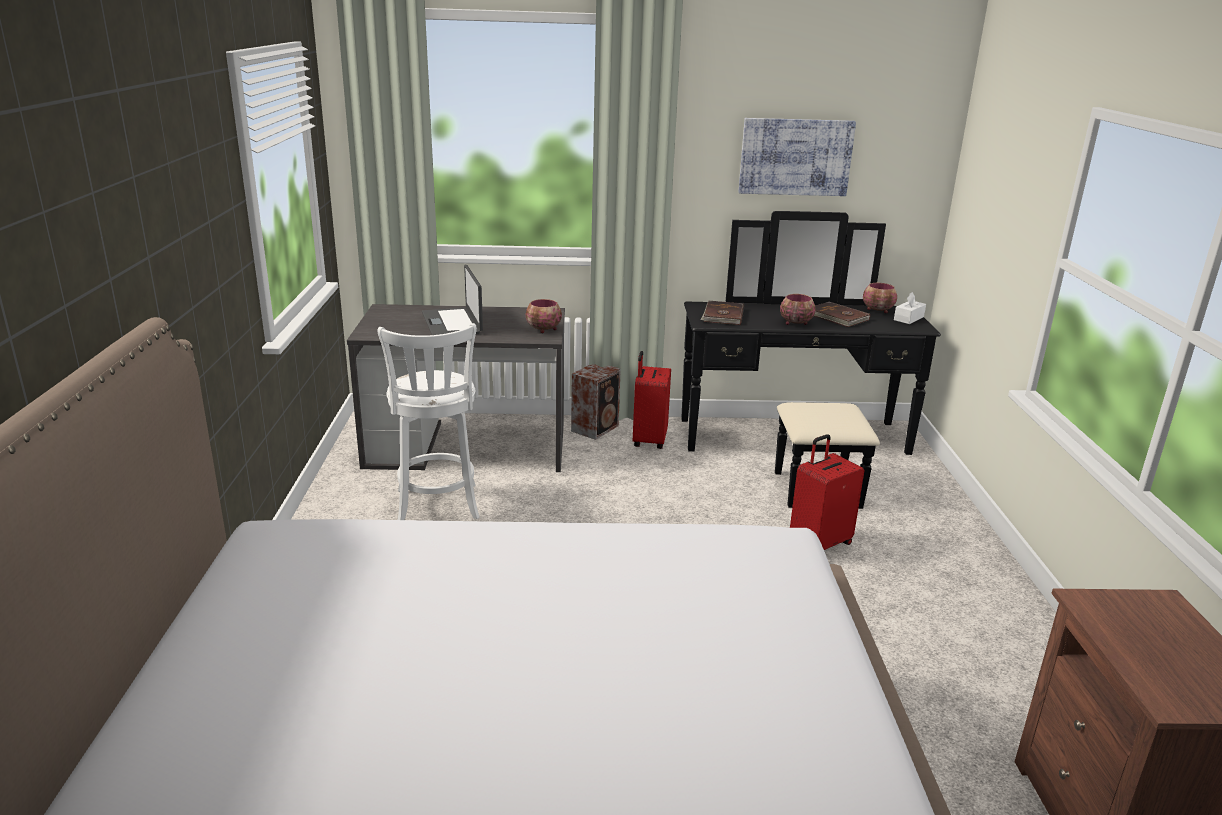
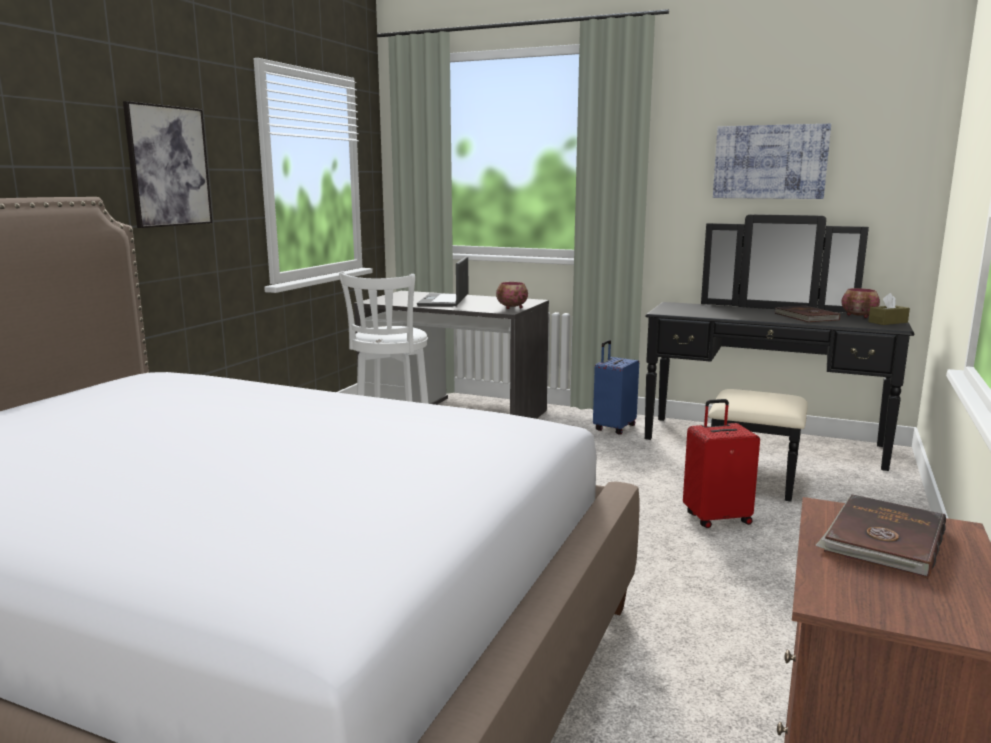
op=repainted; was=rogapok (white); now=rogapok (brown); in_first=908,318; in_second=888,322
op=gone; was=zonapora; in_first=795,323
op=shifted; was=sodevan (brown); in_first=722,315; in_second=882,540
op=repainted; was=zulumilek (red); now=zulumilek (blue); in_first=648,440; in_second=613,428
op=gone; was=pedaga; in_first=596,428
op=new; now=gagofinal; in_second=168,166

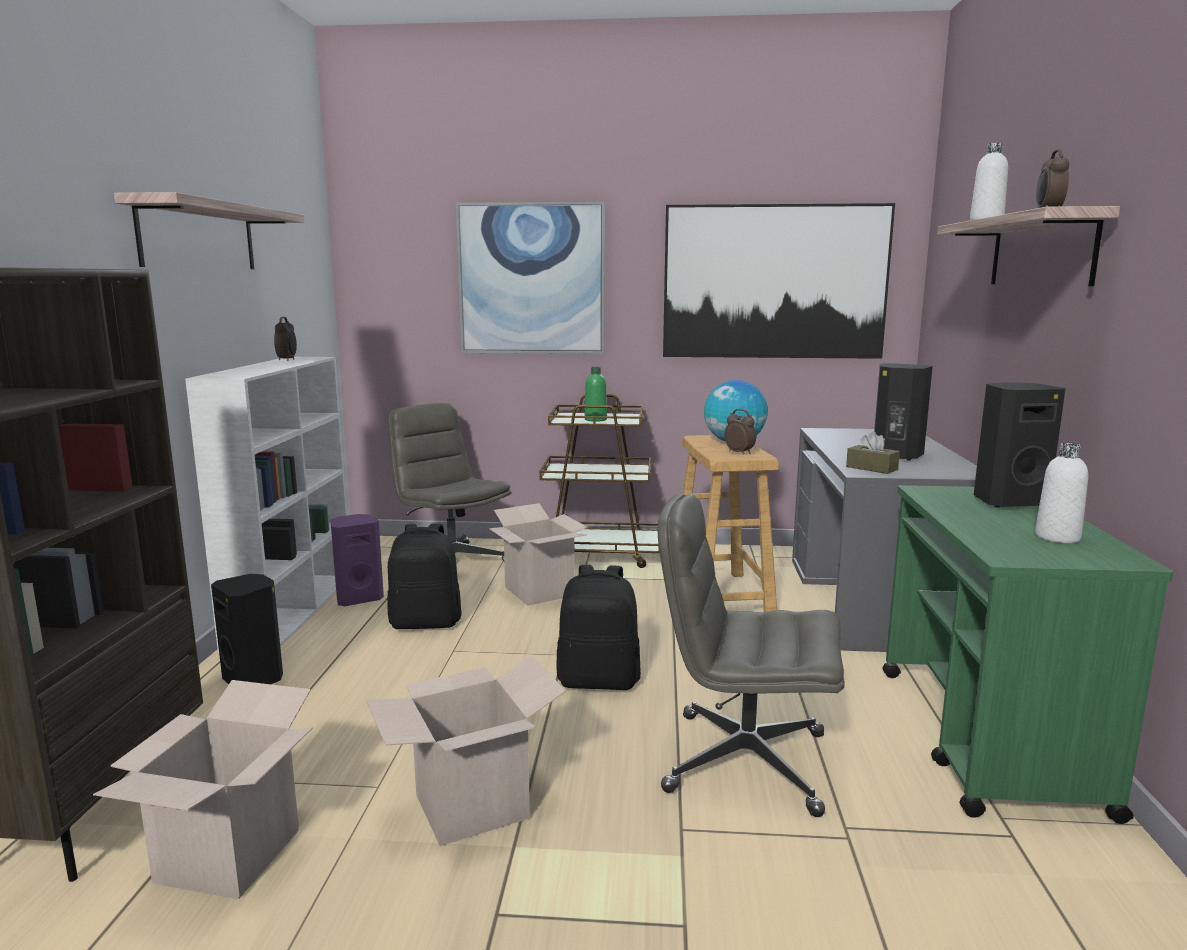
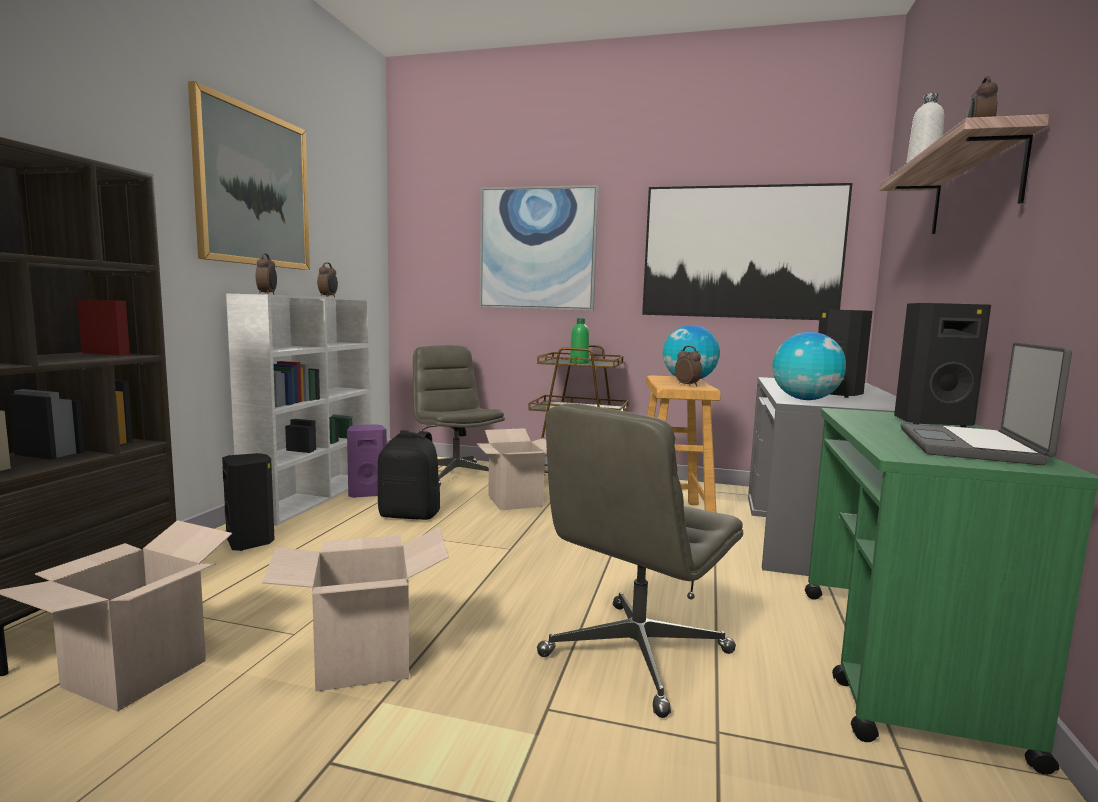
op=swapped; was=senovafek; now=gagofinal; in_first=199,237; in_second=254,188
op=swapped; was=rogapok (brown); now=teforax; in_first=871,468; in_second=805,399
op=swapped; was=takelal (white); now=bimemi; in_first=1057,537; in_second=971,447
op=rotated; was=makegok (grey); in_first=743,762; in_second=635,655; clockwise=-75
op=gone; was=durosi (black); in_first=599,680
op=new; now=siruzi; in_second=267,294

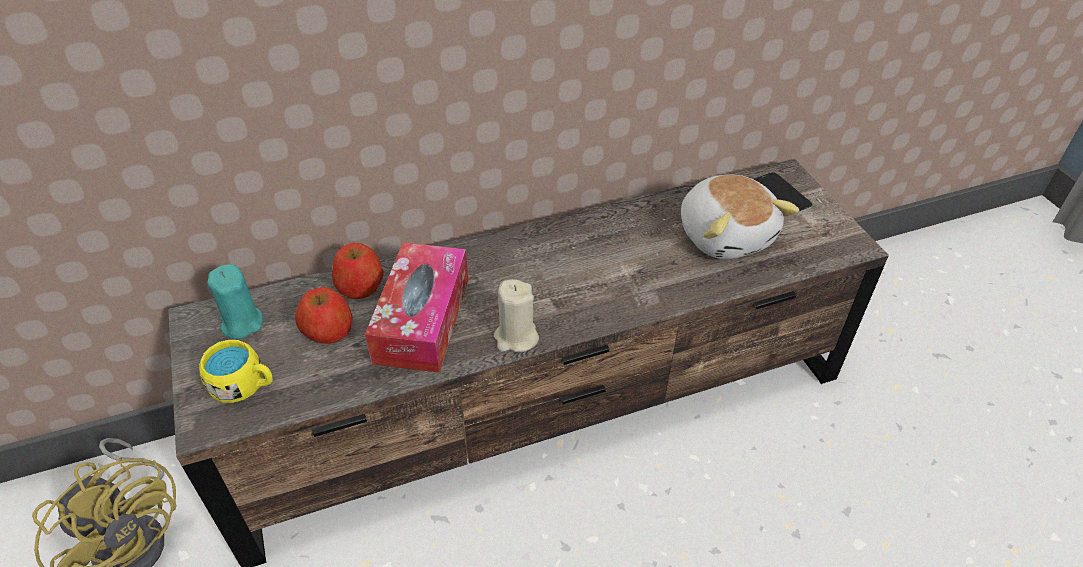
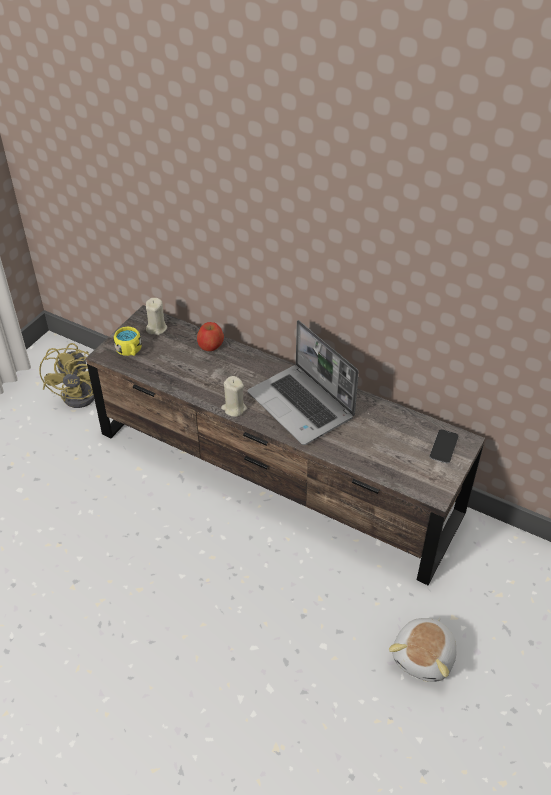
op=shifted; was=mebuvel; in_first=726,235; in_second=424,657
op=gone; was=rogapok; in_first=422,319
op=repainted; was=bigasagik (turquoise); now=bigasagik (beige); in_first=241,323; in_second=156,328
op=gone; was=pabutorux; in_first=328,330
op=new; now=bimemi; in_second=302,406

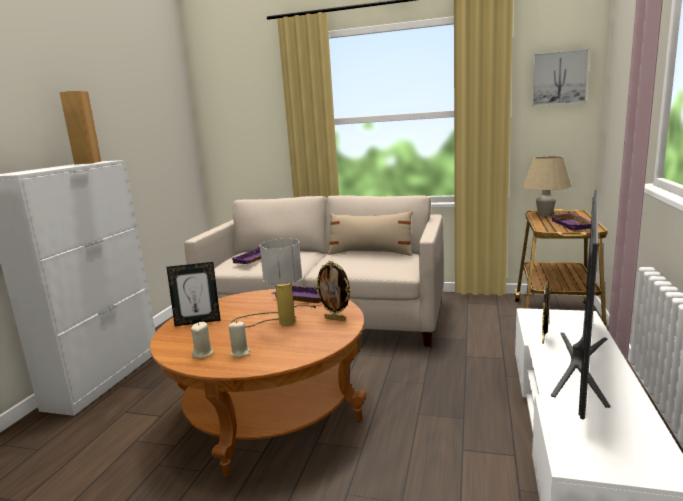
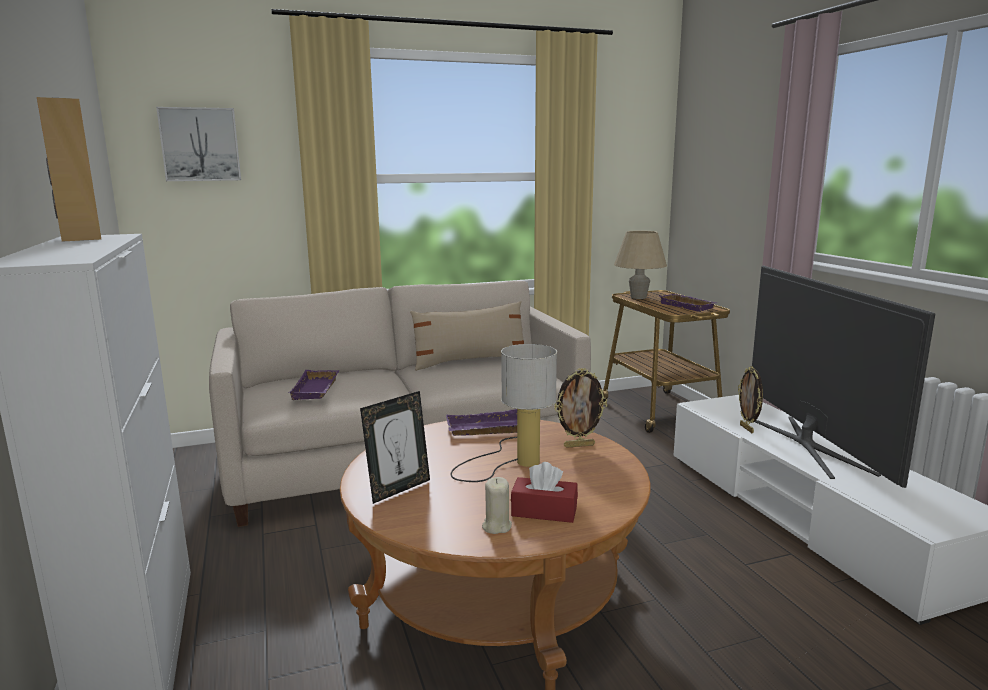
op=shifted; was=gagofinal; in_first=559,78; in_second=200,144
op=swapped; was=bigasagik (beige); now=rogapok (red); in_first=240,353; in_second=544,511

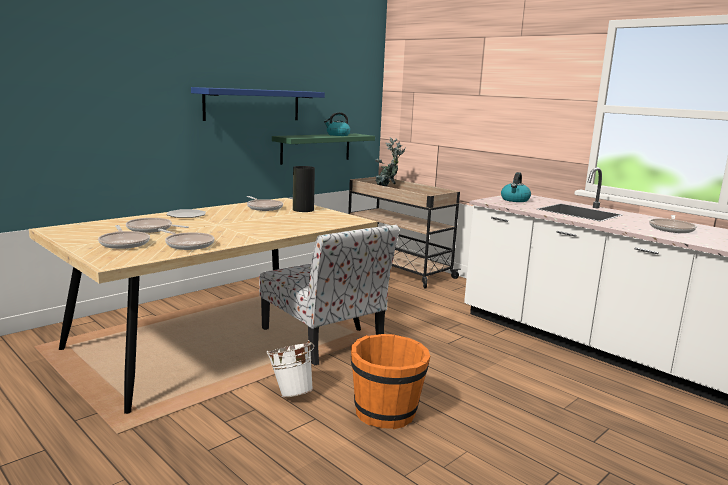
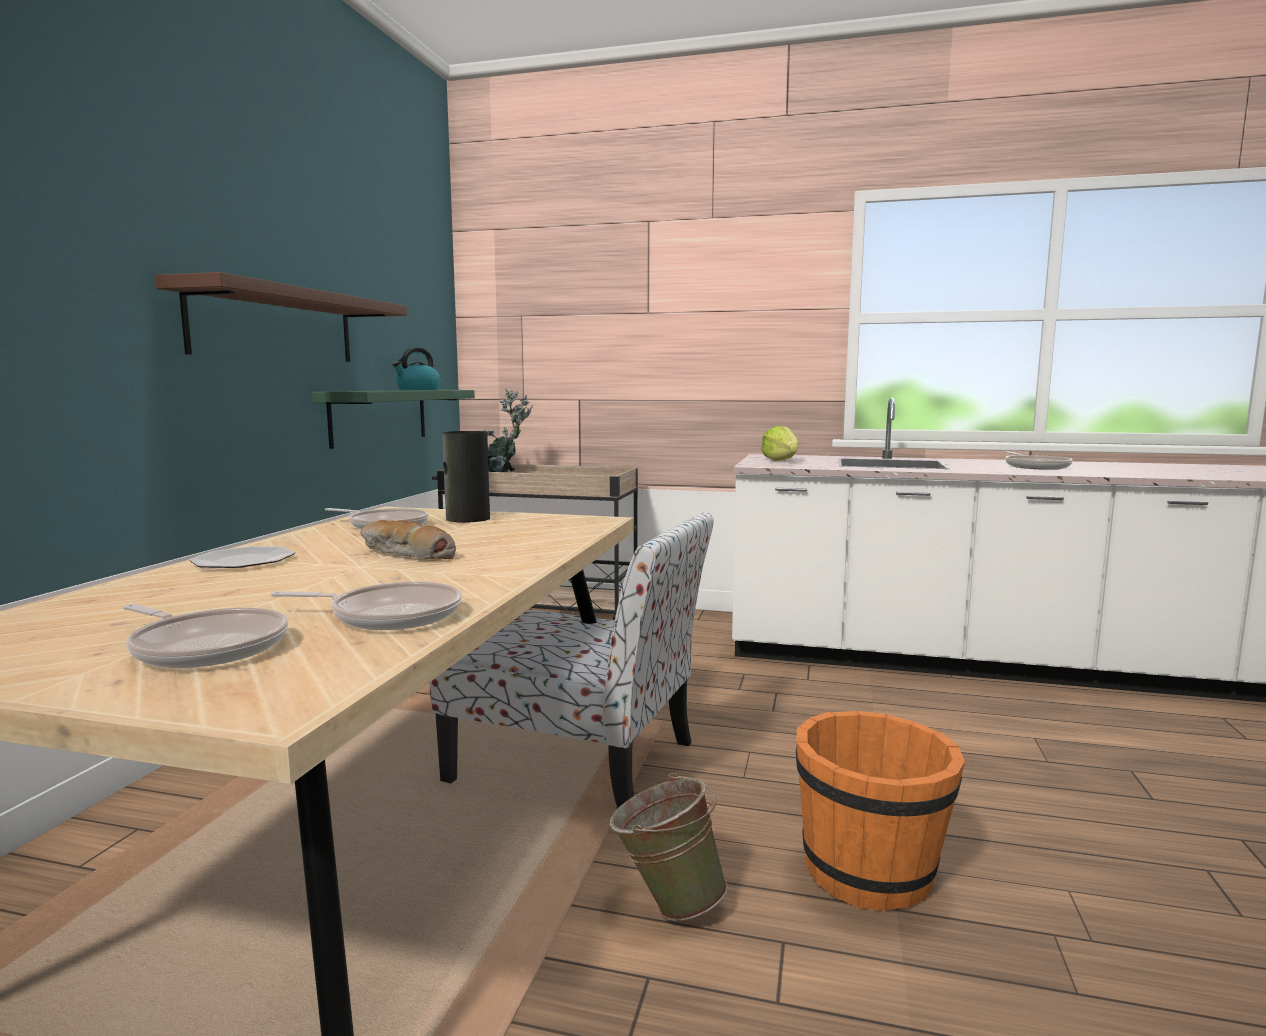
op=repainted; was=senovafek (blue); now=senovafek (brown); in_first=253,105; in_second=276,326
op=swapped; was=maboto; now=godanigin; in_first=515,200; in_second=781,460
op=gone; was=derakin; in_first=152,229
op=repainted; was=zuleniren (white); now=zuleniren (green); in_first=291,392; in_second=667,902
op=new; now=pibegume; in_second=405,554

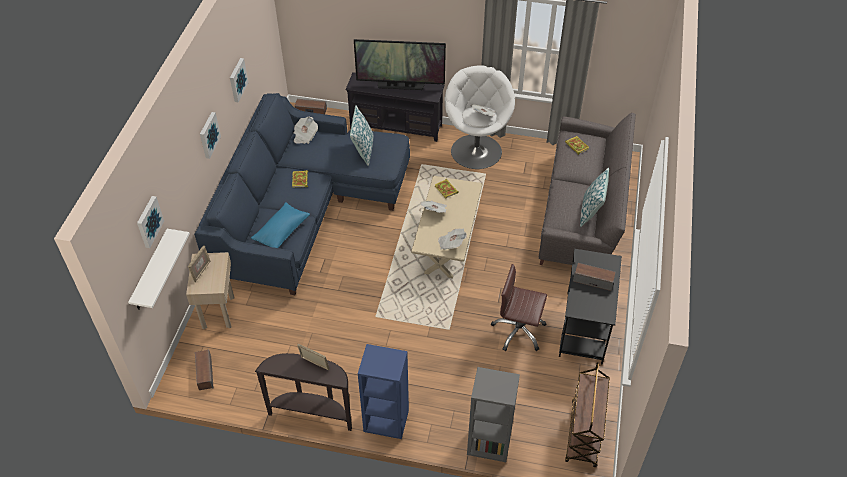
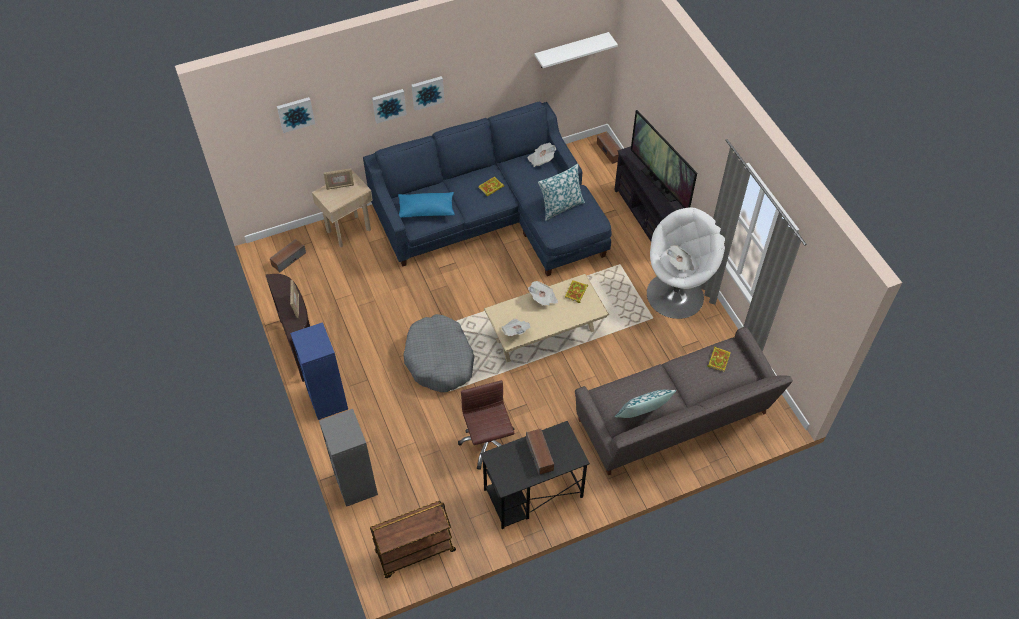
op=shifted; was=gagofinal; in_first=237,80; in_second=388,105
op=shifted; was=senovafek (white); in_first=150,271; in_second=571,50
op=new; now=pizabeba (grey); in_second=439,360

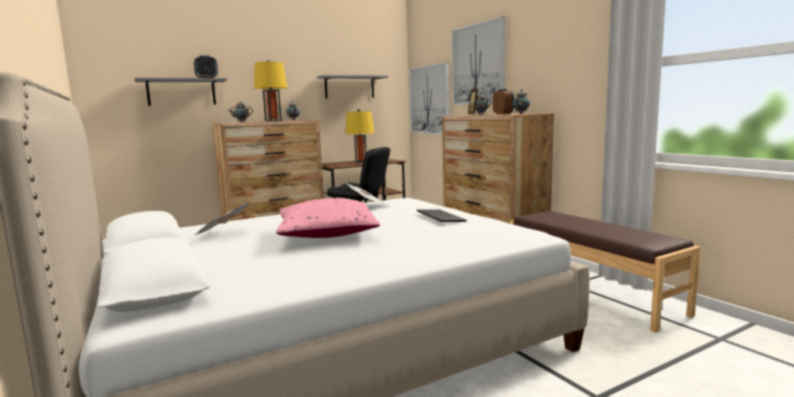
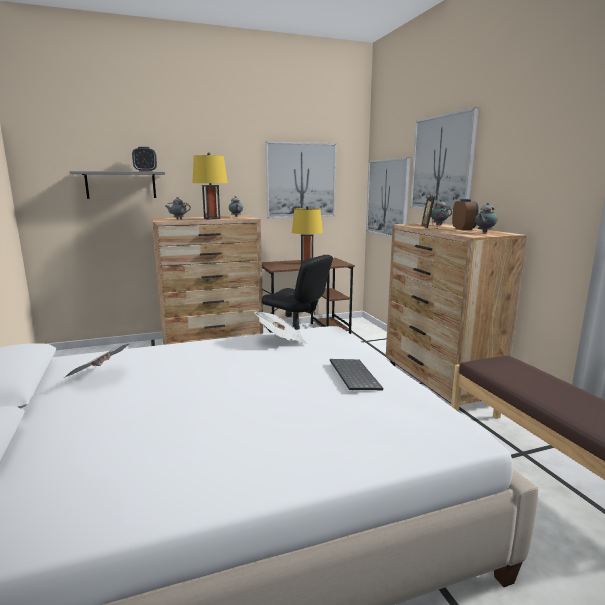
op=swapped; was=senovafek (grey); now=gagofinal; in_first=349,87; in_second=301,180
op=gone; was=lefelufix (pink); in_first=327,234

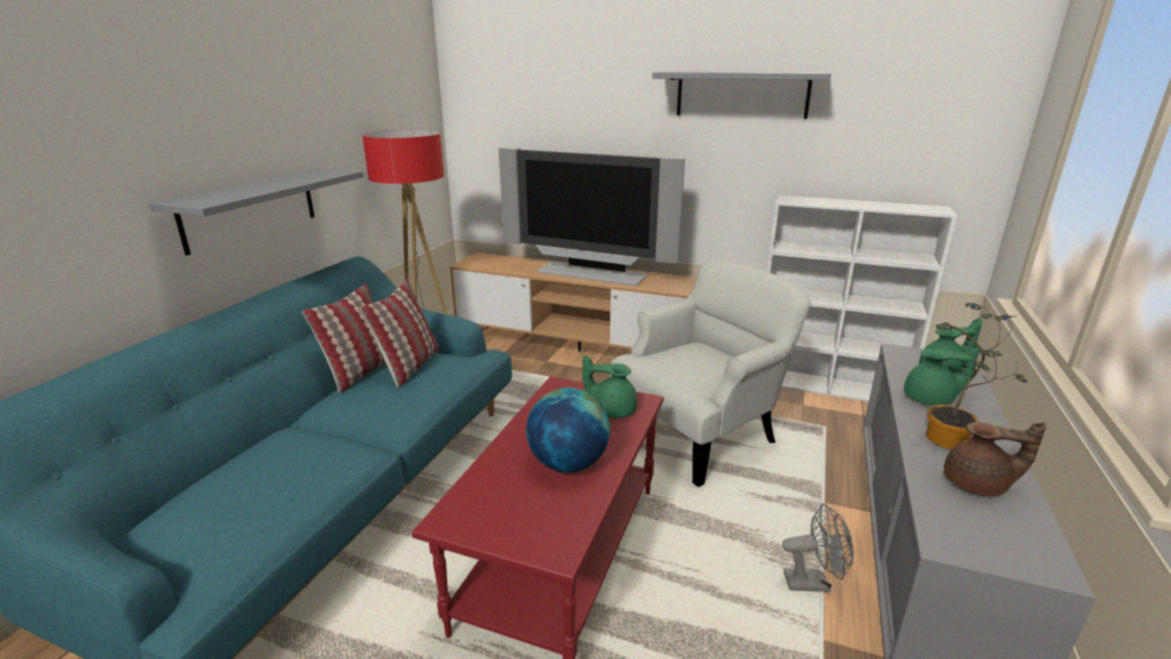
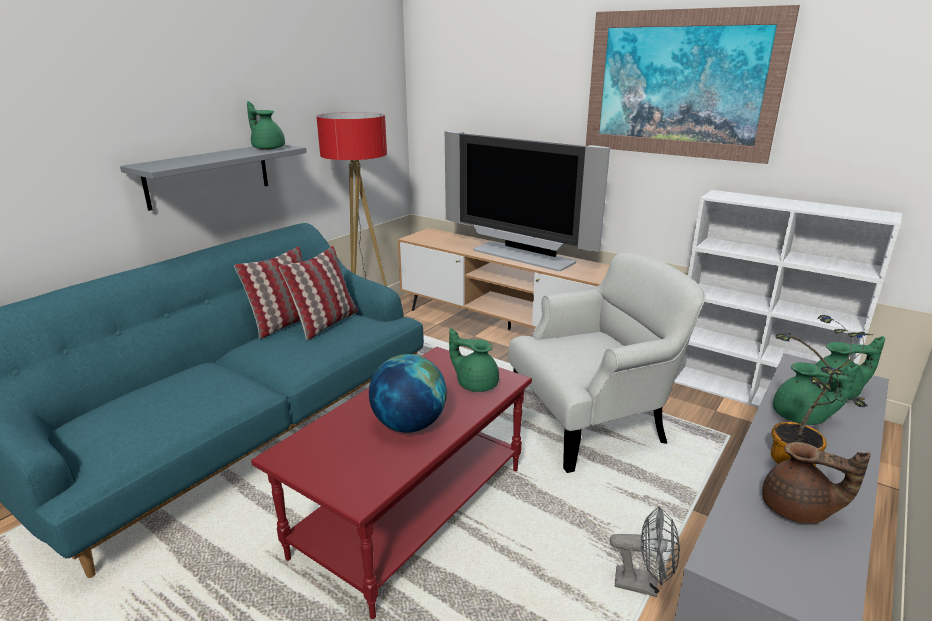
op=swapped; was=senovafek (grey); now=gagofinal; in_first=742,94; in_second=679,84
op=new; now=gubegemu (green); in_second=268,148

